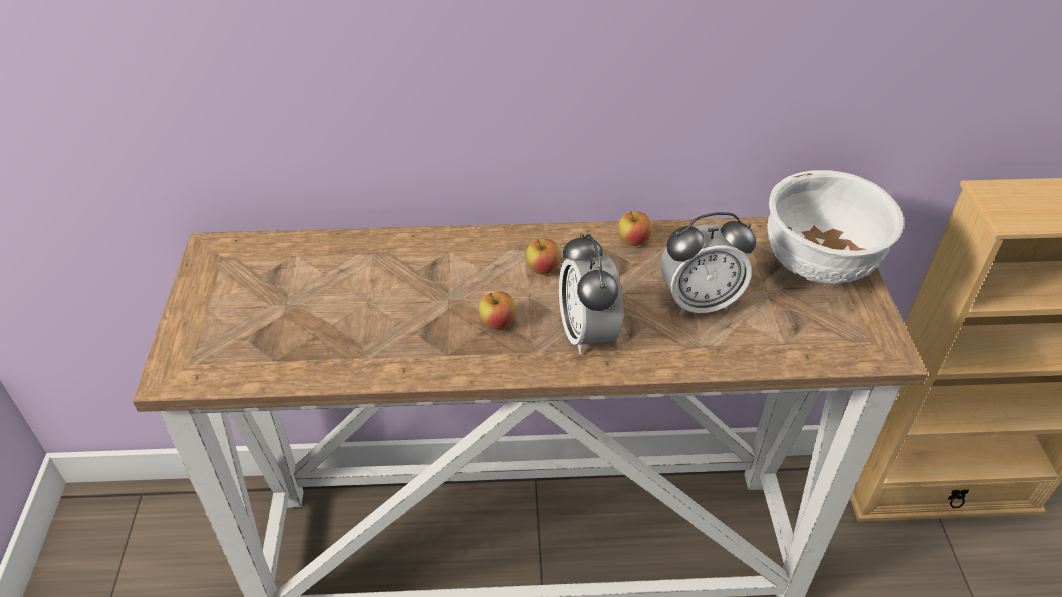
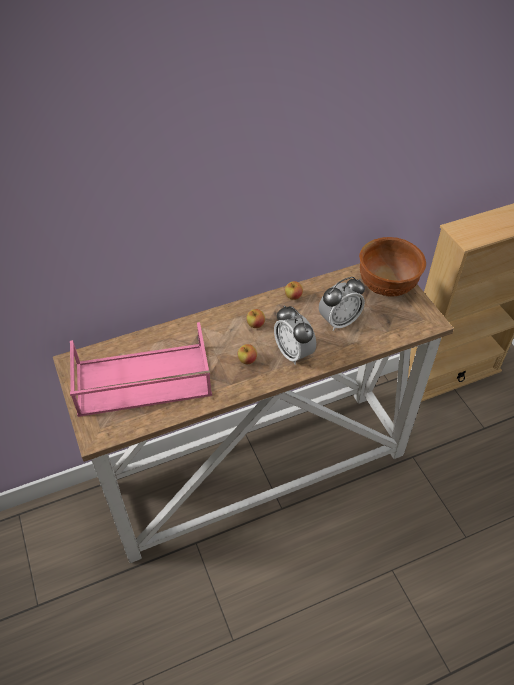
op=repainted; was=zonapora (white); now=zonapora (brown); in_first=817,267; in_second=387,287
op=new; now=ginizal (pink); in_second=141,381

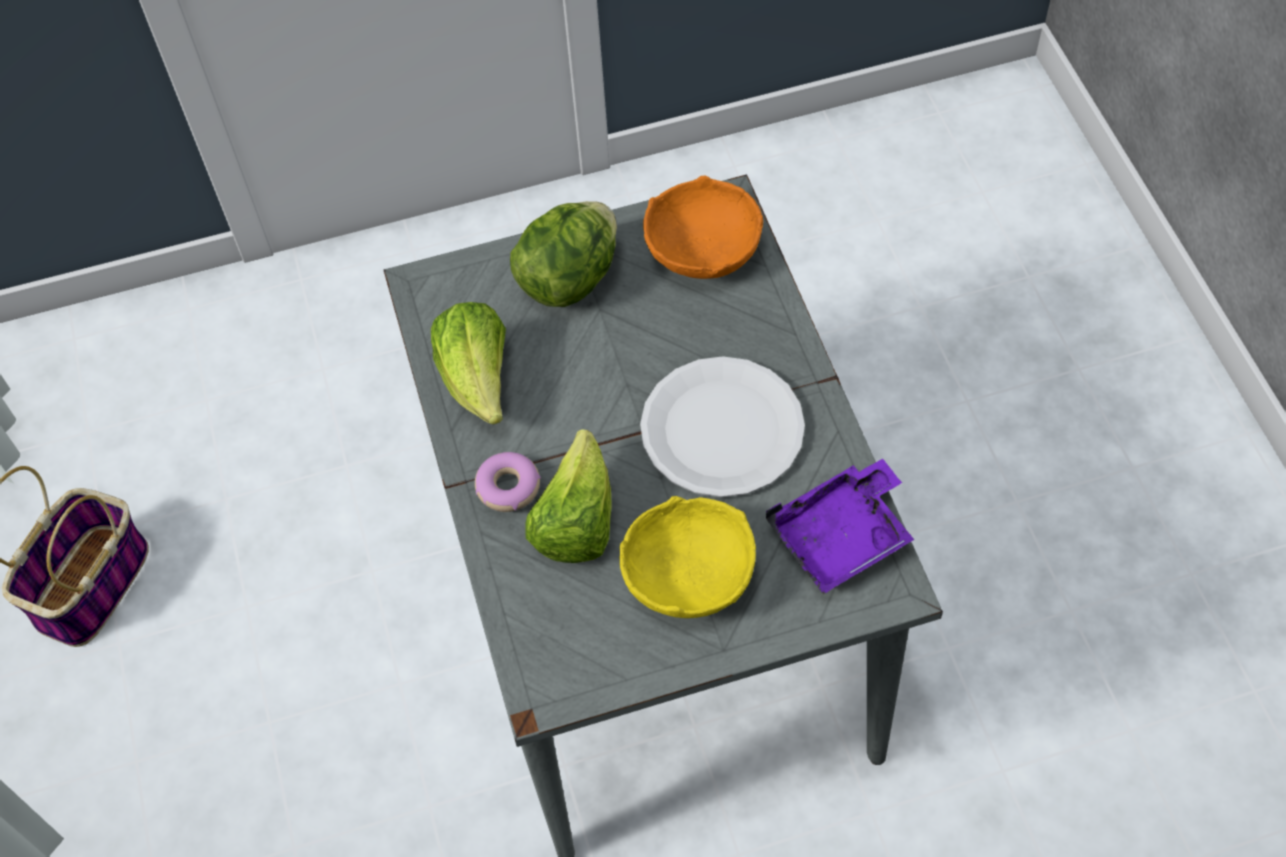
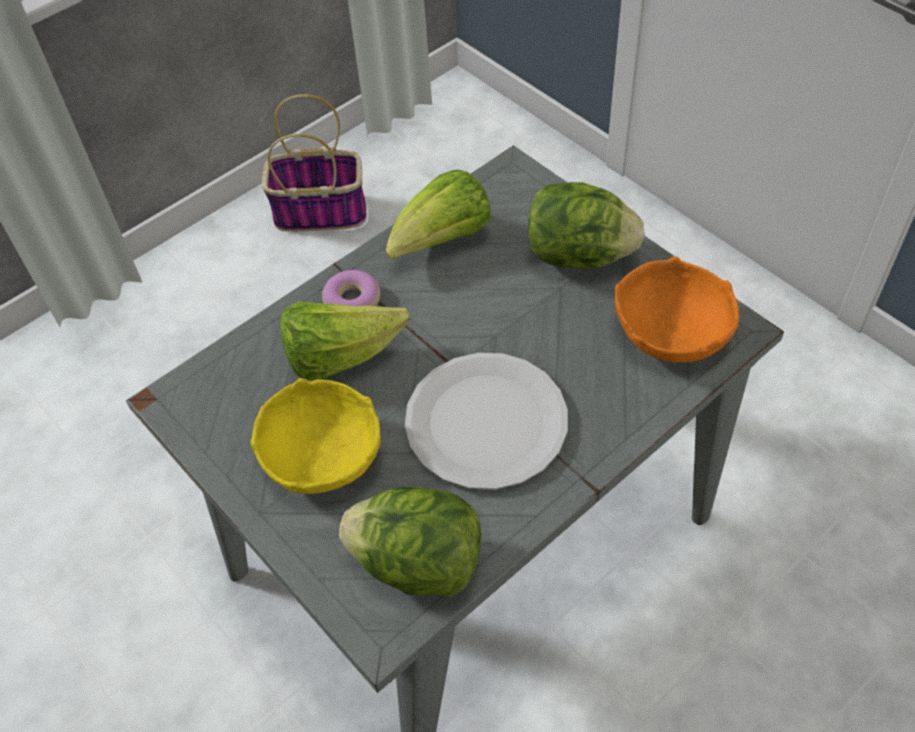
op=swapped; was=ginizal (purple); now=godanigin; in_first=842,536; in_second=418,563

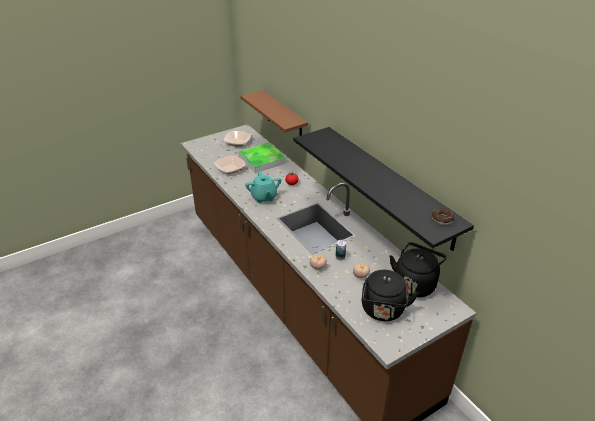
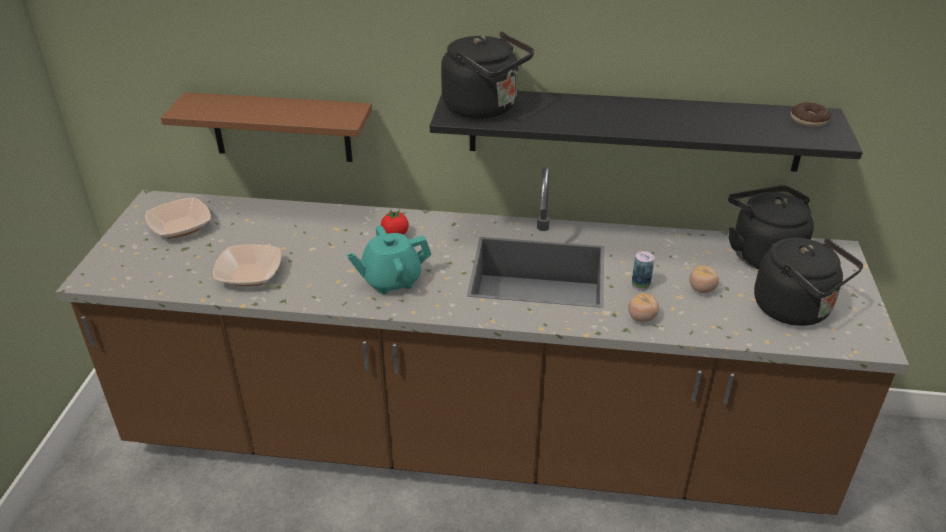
op=gone; was=ginizal; in_first=262,160
op=rotated; was=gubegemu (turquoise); in_first=264,197; in_second=391,280; clockwise=135
op=new; now=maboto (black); in_second=485,108

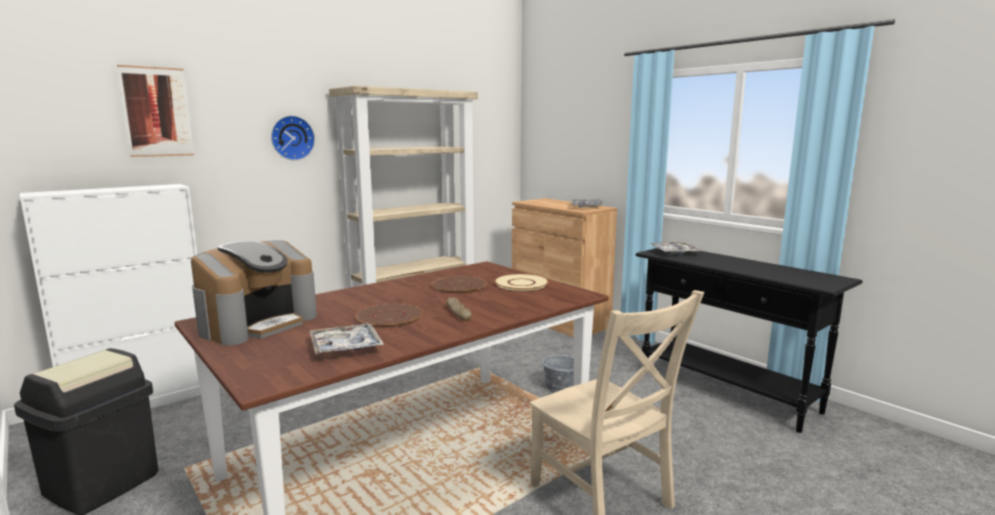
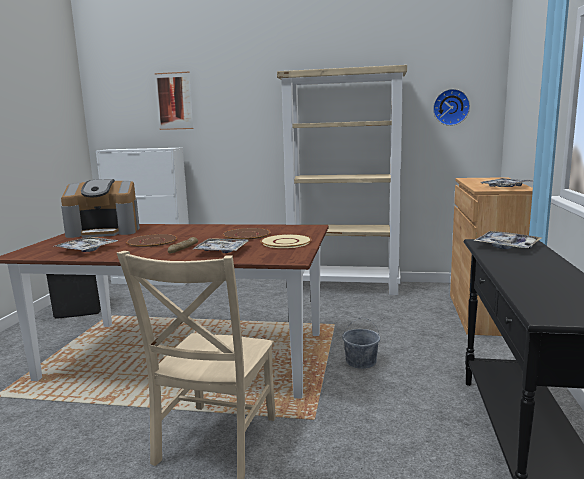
op=shifted; was=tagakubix; in_first=292,138; in_second=451,107
op=new; now=ginizal; in_second=222,251

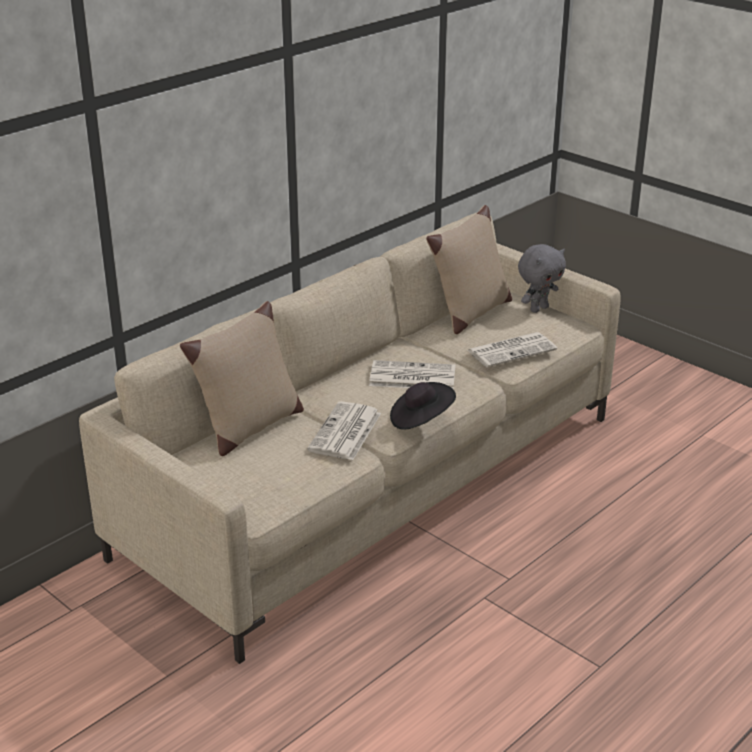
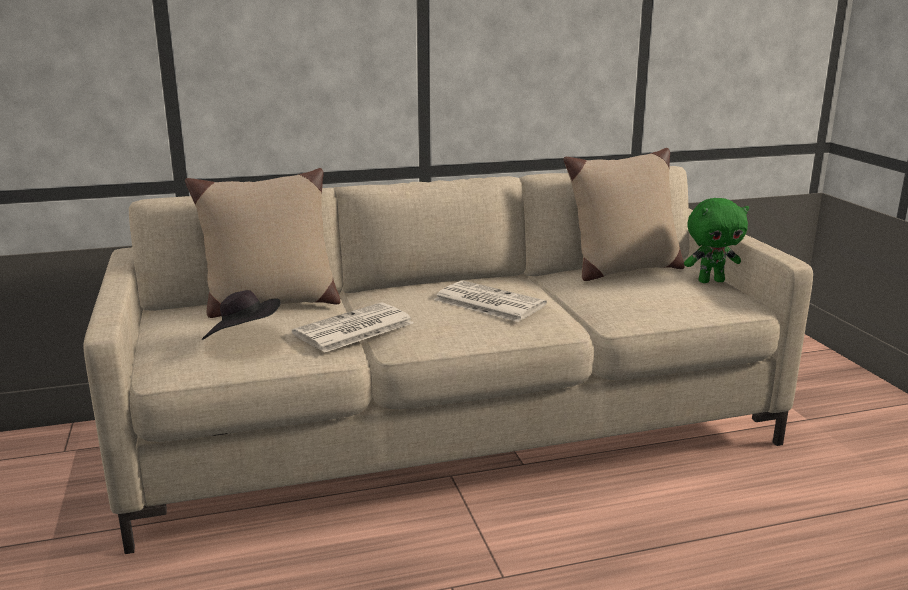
op=repainted; was=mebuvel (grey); now=mebuvel (green); in_first=538,308; in_second=711,281
op=gone; was=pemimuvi; in_first=512,350
op=shifted; was=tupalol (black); in_first=420,419; in_second=244,339

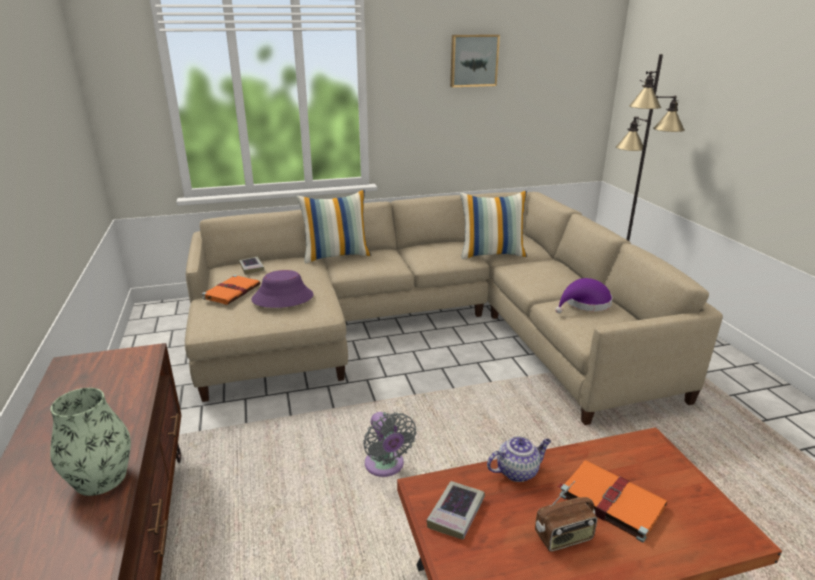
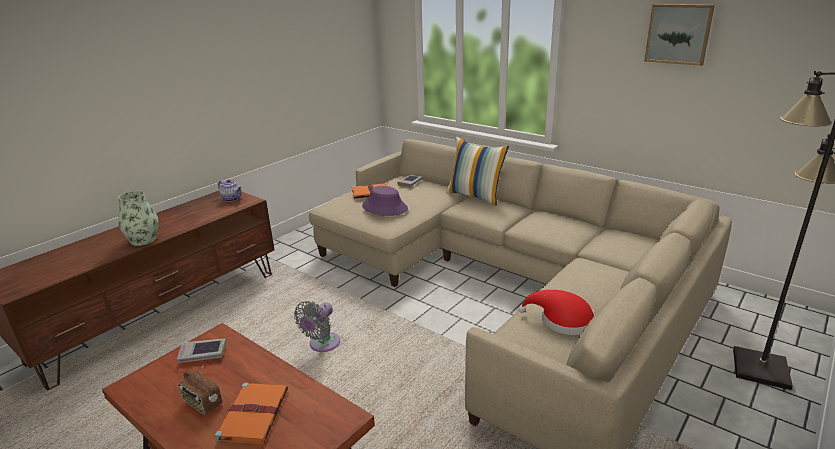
op=gone; was=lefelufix; in_first=492,254
op=repainted; was=tupalol (purple); now=tupalol (red); in_first=584,304; in_second=562,320
op=shifted; was=gubegemu; in_first=517,471; in_second=232,199

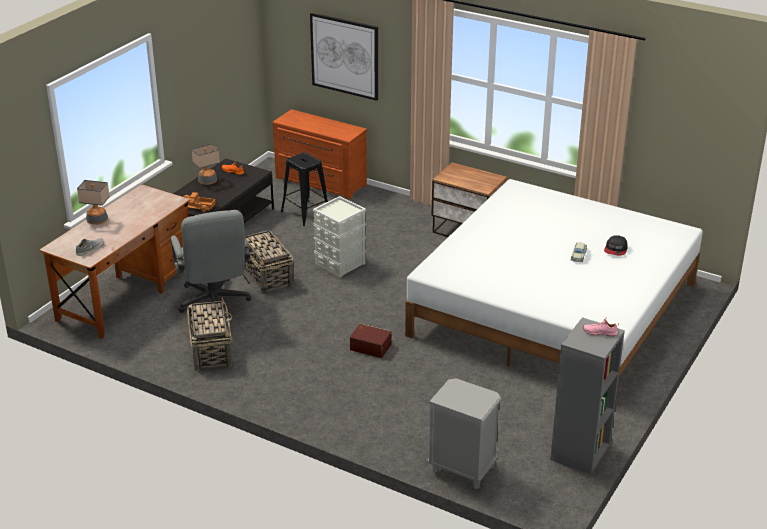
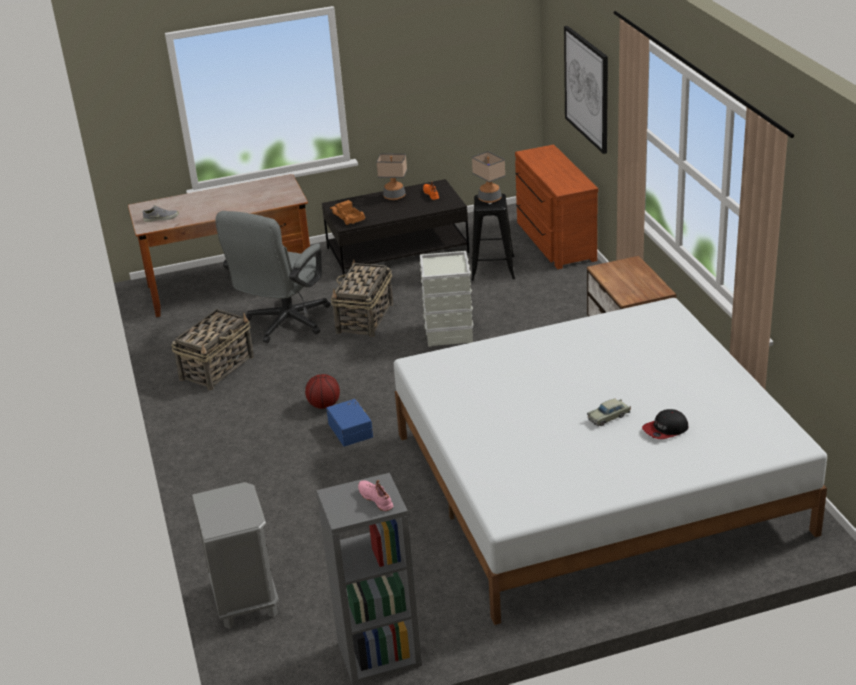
op=shifted; was=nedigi; in_first=97,221; in_second=489,199
op=repainted; was=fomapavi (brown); now=fomapavi (blue); in_first=371,346; in_second=351,430
op=new; now=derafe; in_second=324,405

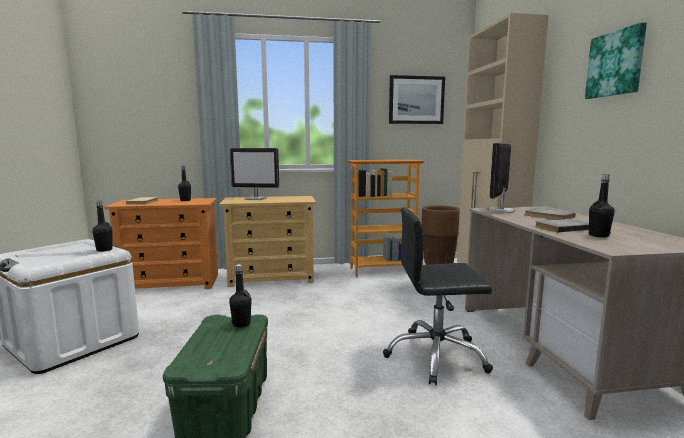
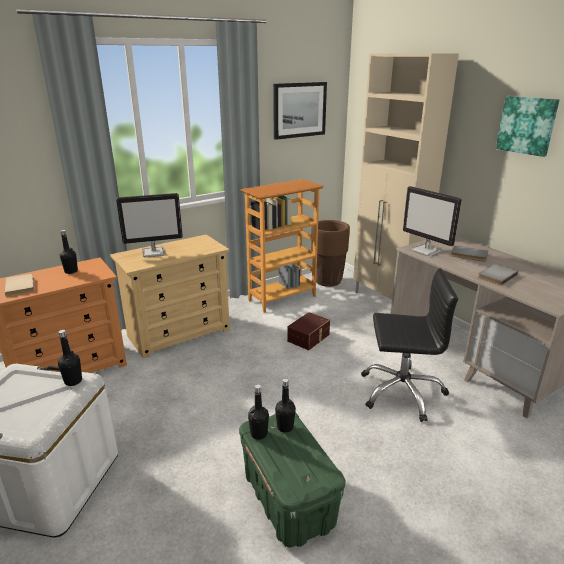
op=rotated; was=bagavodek; in_first=500,211; in_second=426,251; clockwise=-45
op=shifted; was=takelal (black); in_first=598,235; in_second=259,434
op=rotated; was=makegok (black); in_first=436,356; in_second=401,391; clockwise=-150
op=new; now=fomapavi (brown); in_second=309,338

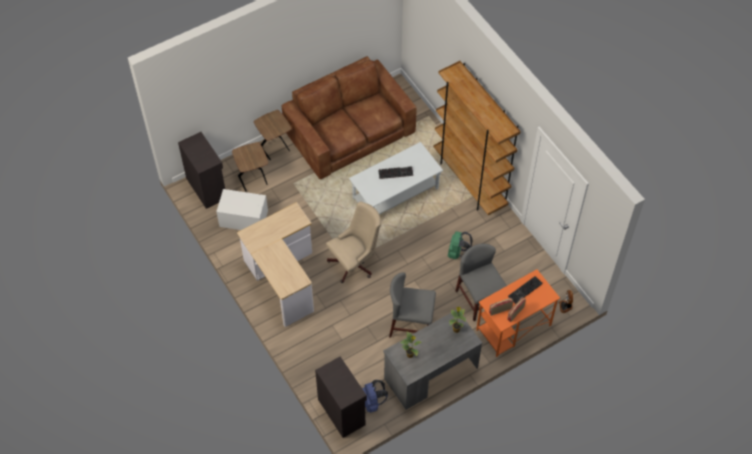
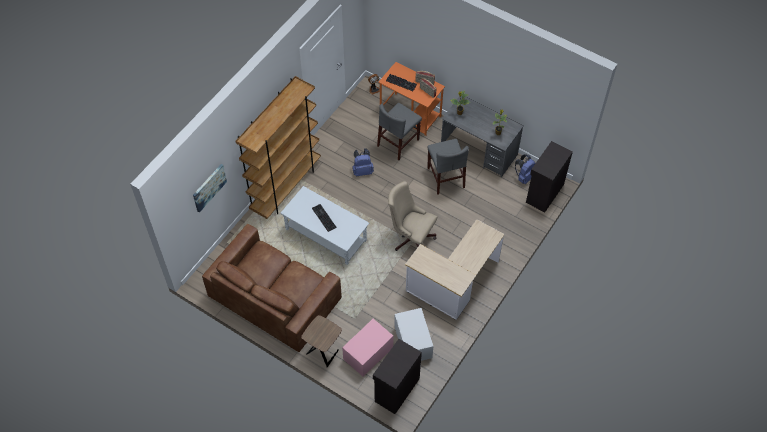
op=swapped; was=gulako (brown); now=fomapavi (pink); in_first=253,180; in_second=368,353
op=repainted; was=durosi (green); now=durosi (blue); in_first=457,253; in_second=362,170
op=new; now=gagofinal; in_second=209,187

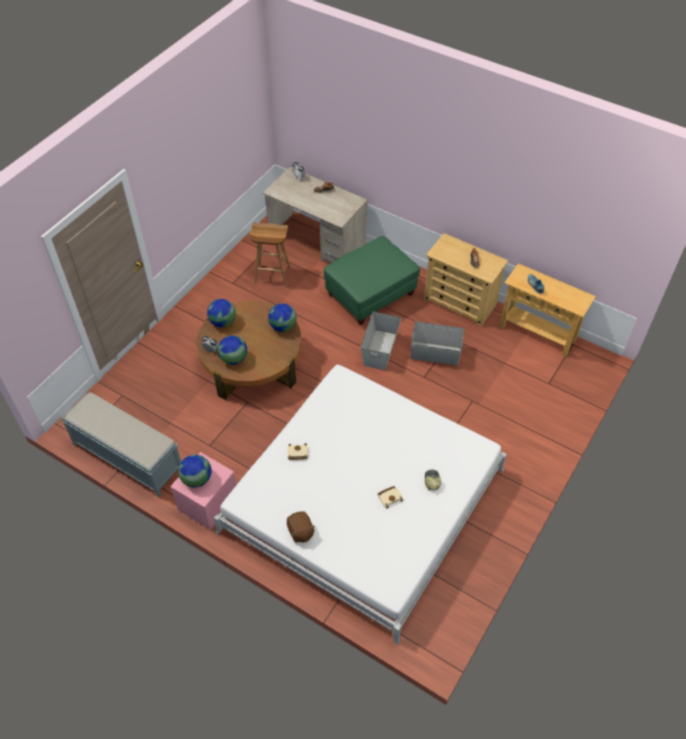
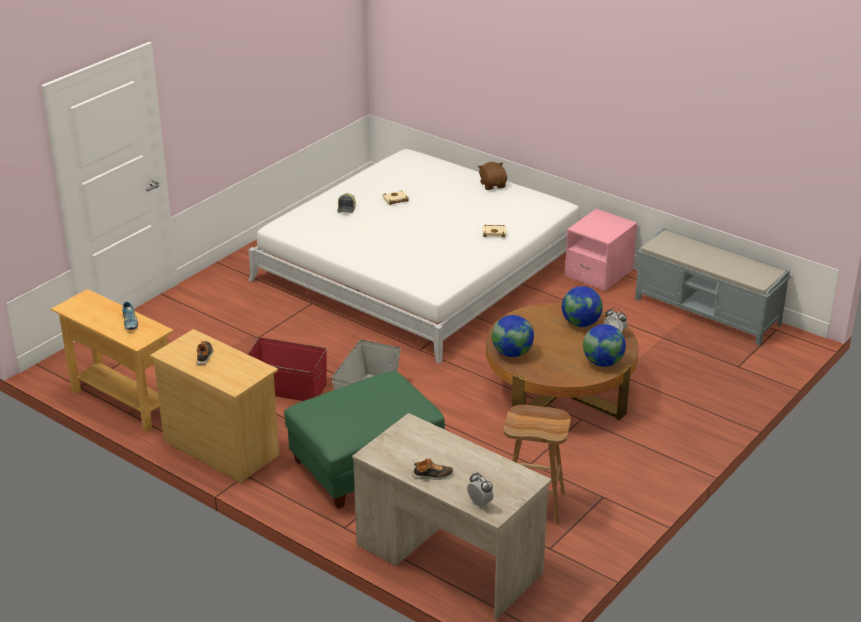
op=repainted; was=fomapavi (grey); now=fomapavi (red); in_first=435,353; in_second=287,387
op=gone; was=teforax; in_first=197,479

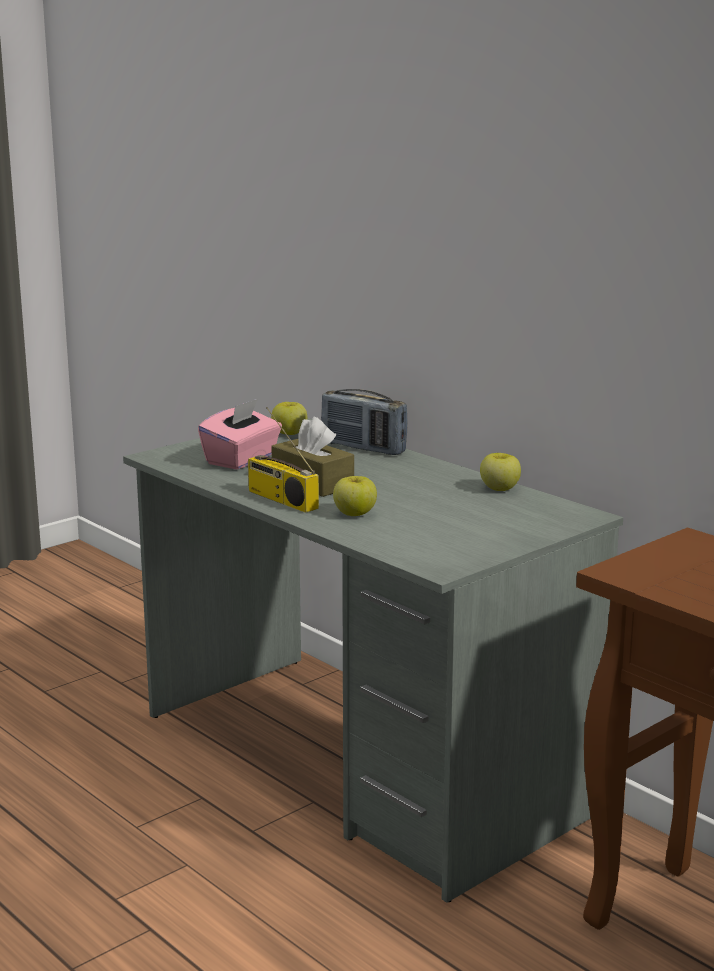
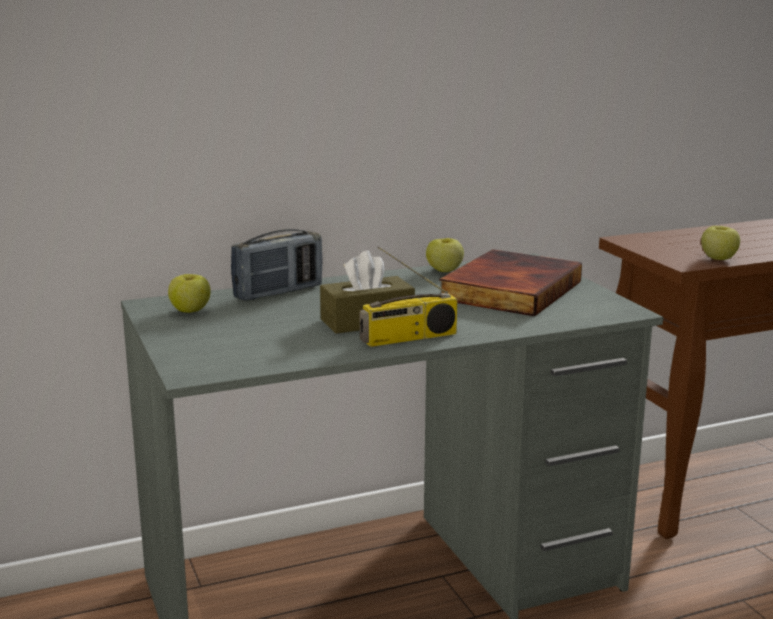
op=gone; was=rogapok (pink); in_first=242,459
op=shifted; was=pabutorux; in_first=354,514; in_second=718,258
op=new; now=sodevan; in_second=509,289

